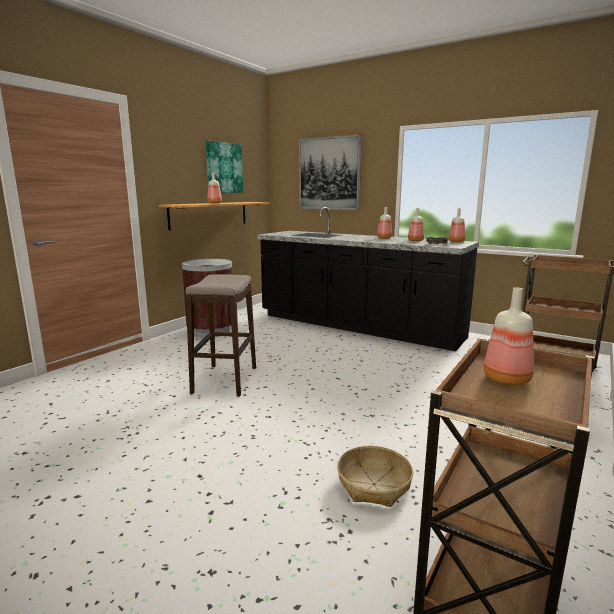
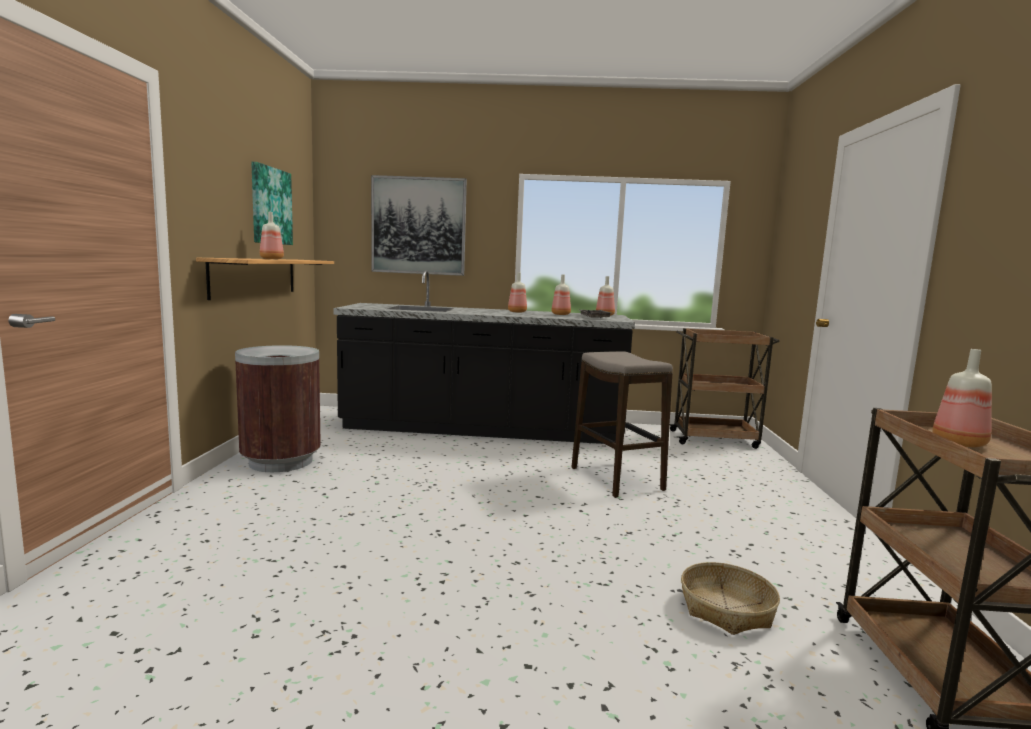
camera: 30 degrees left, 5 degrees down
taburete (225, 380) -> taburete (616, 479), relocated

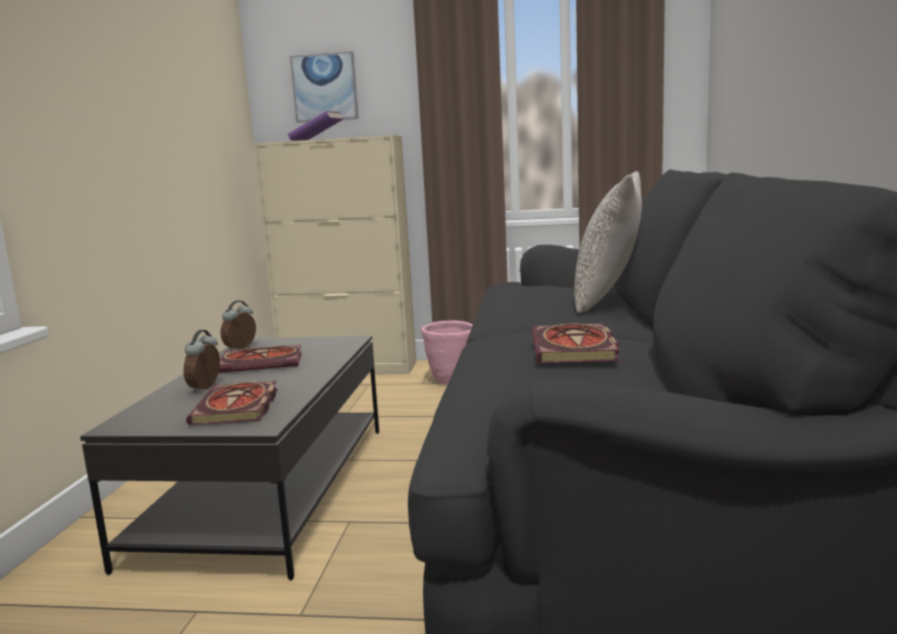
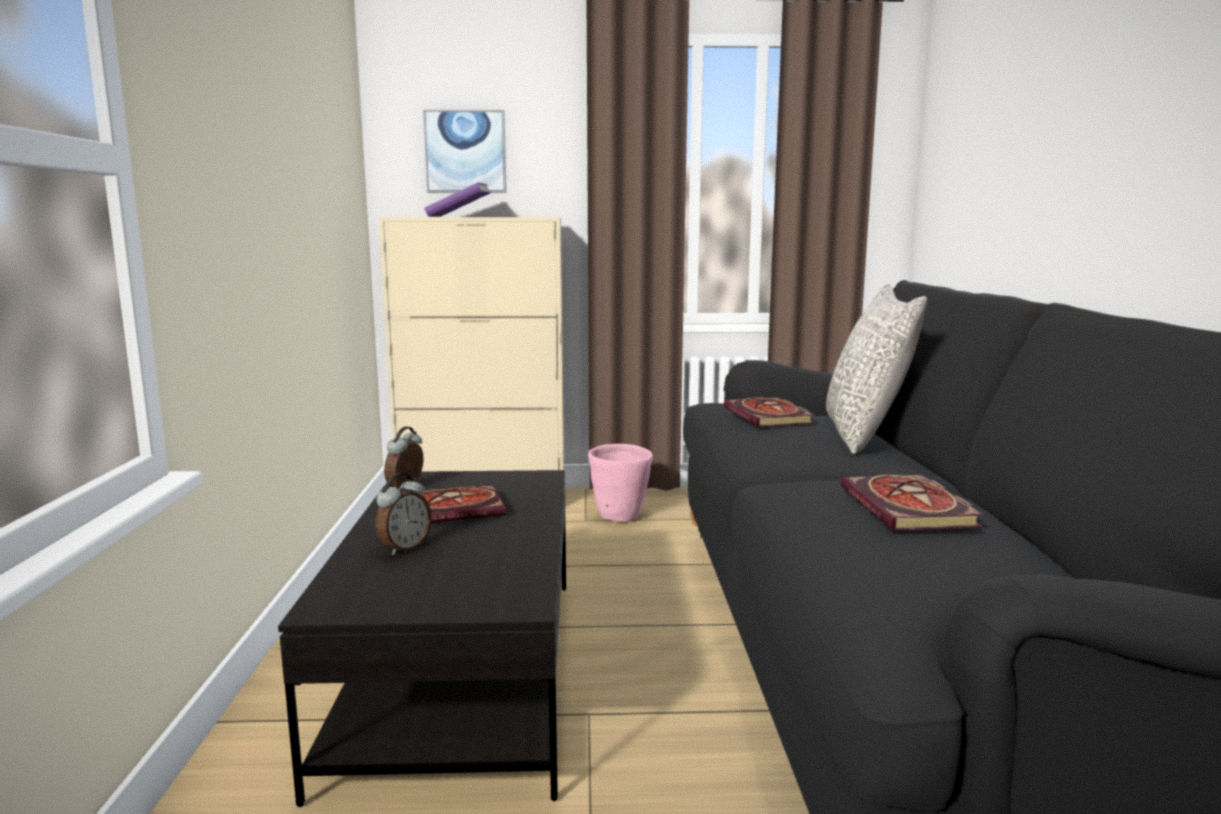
camera: 10 degrees left, 0 degrees up
despertador (206, 388) -> despertador (404, 548), 150 degrees counterclockwise
libro (237, 408) -> libro (770, 417), relocated

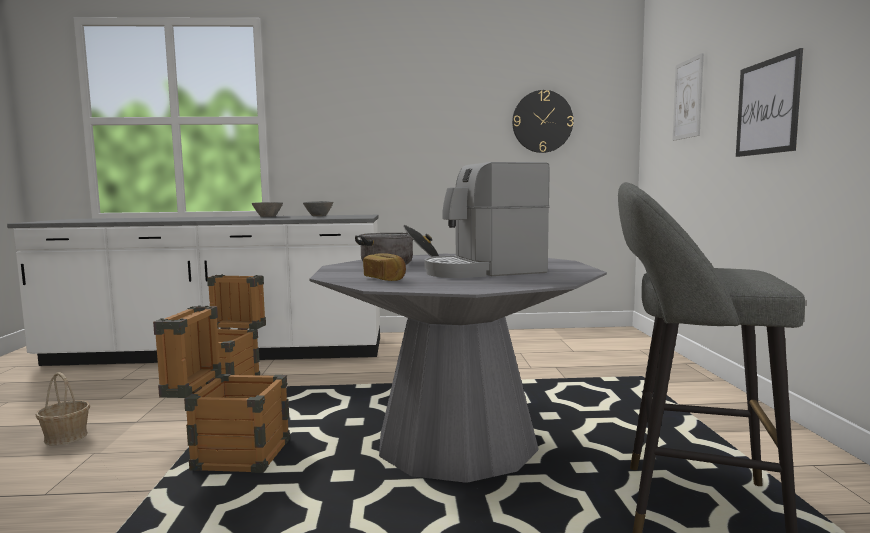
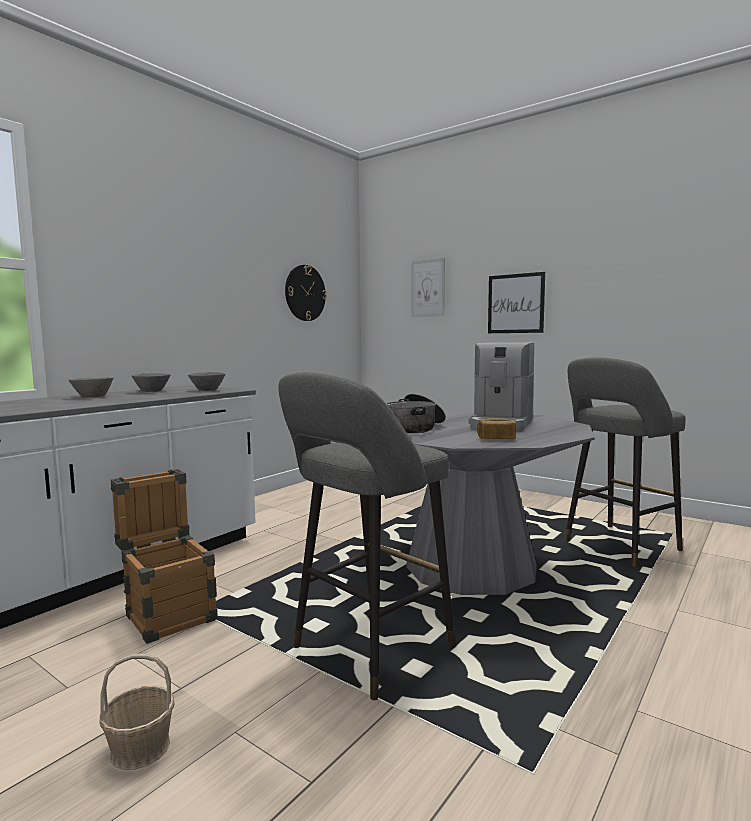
camera: 50 degrees left, 0 degrees up
caja de embalaje (230, 455) -> taburete (gris) (366, 651)
none -> cuenco (gris) (206, 390)

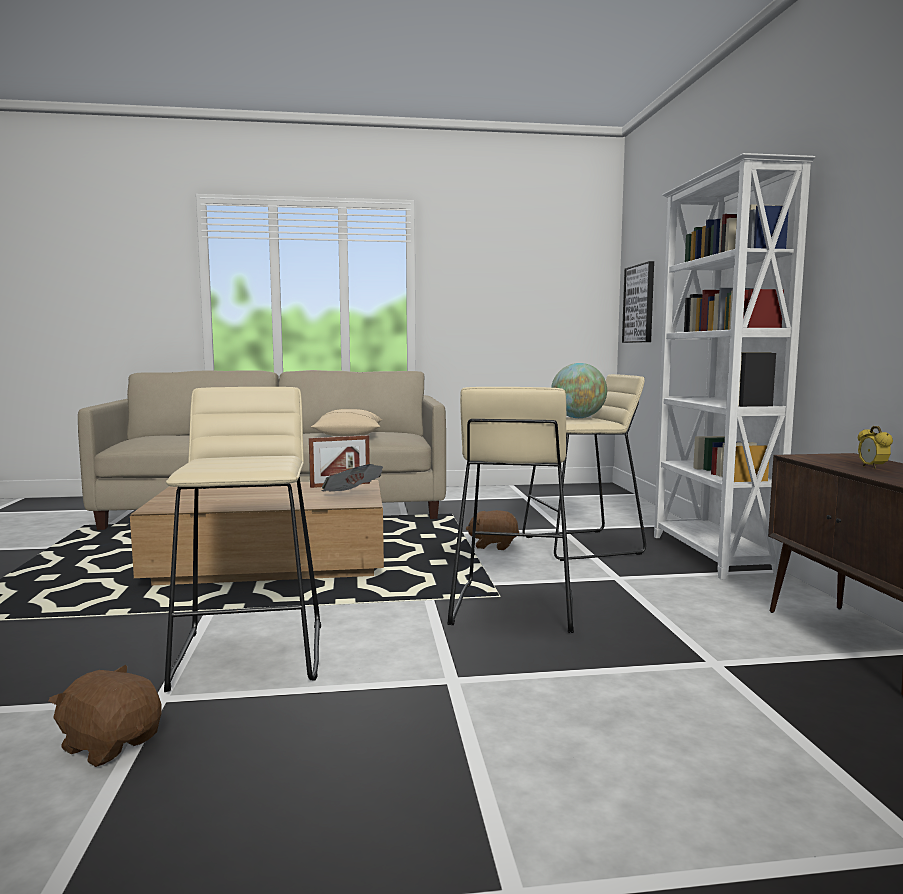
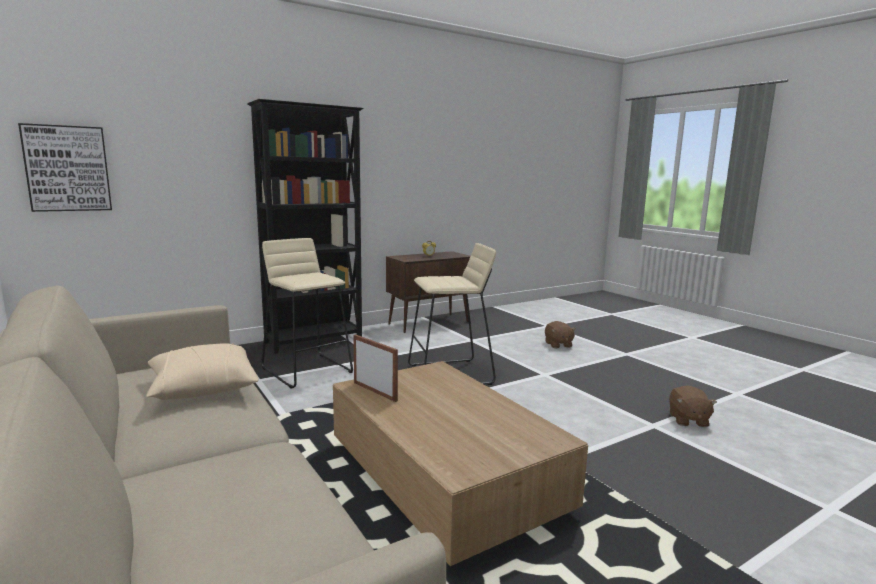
camera: 115 degrees left, 5 degrees up
taburete (beis) (251, 654) -> none
periódico (352, 496) -> none
peluche (marrón) (493, 545) -> peluche (marrón) (558, 345), relocated
globo terráqueo (578, 418) -> none
estantería (blanco) (711, 555) -> estantería (negro) (315, 341)

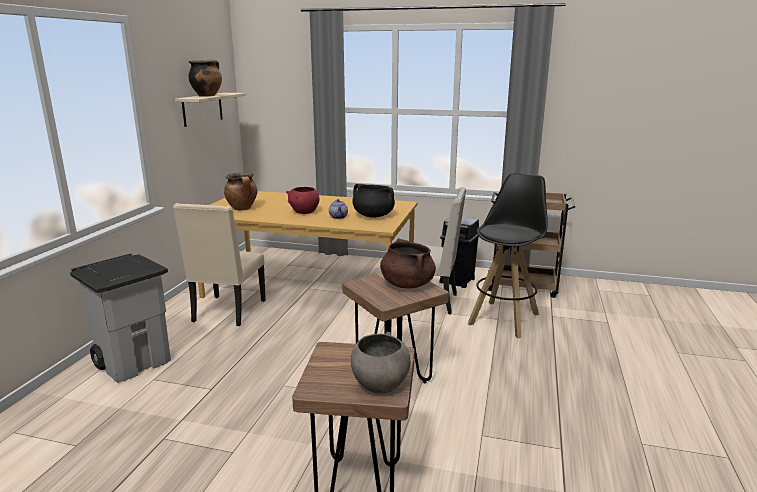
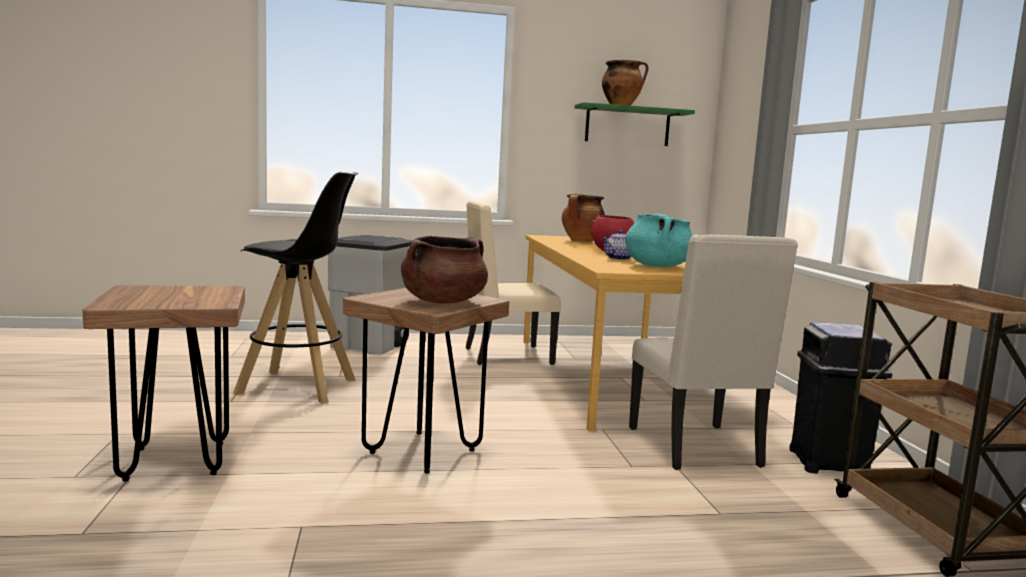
camera: 65 degrees right, 10 degrees down
estante (beis) (202, 109) -> estante (verde) (627, 126)
cuenco (gris) (380, 385) -> none
olla (negro) (373, 215) -> olla (turquesa) (657, 266)
taburete (negro) (504, 318) -> taburete (negro) (298, 387), relocated

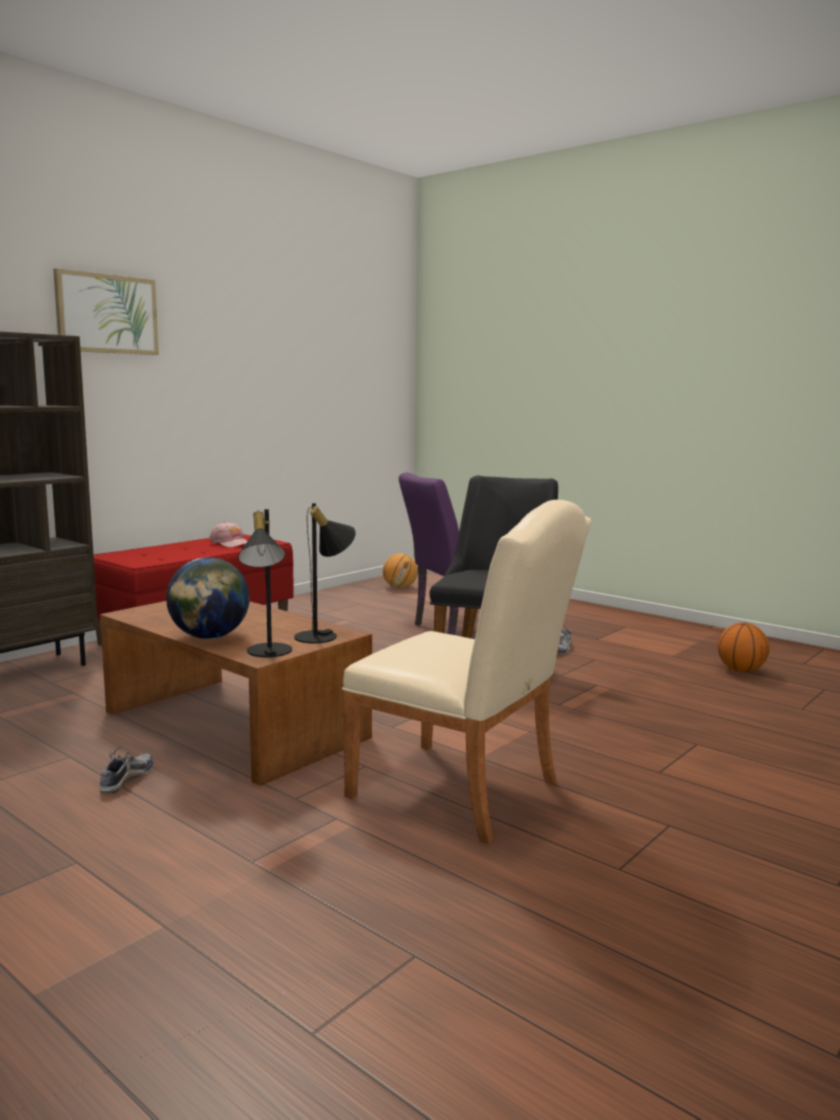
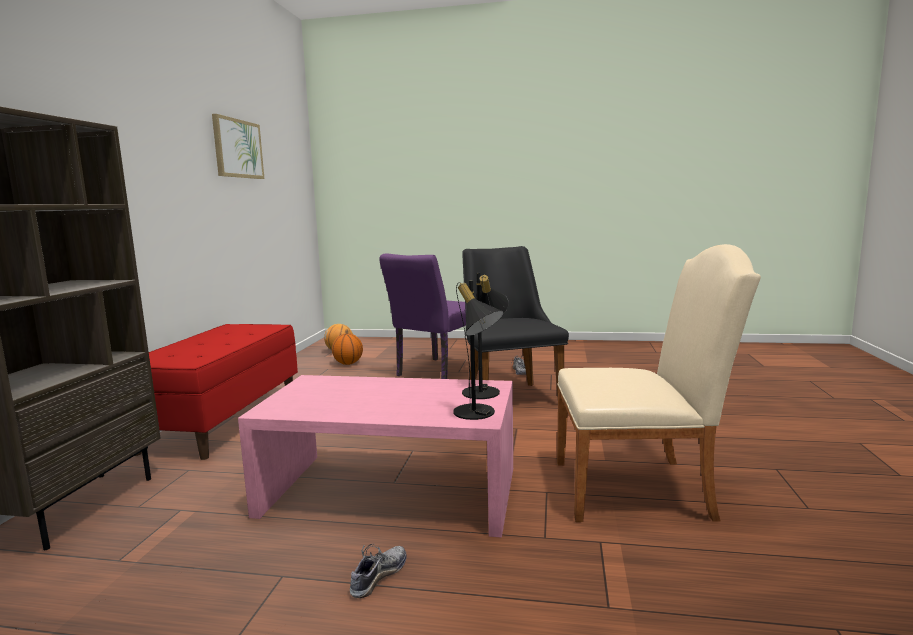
camera: 30 degrees left, 0 degrees up
cuadro (107, 314) -> cuadro (238, 149), relocated
zapato (126, 779) -> zapato (378, 577), 45 degrees clockwise
mesa de centro (marrón) (235, 724) -> mesa de centro (rosa) (391, 491)
globo terráqueo (209, 637) -> none
gorra (rosa) (231, 543) -> none
balón de baloncesto (740, 670) -> balón de baloncesto (348, 363), relocated

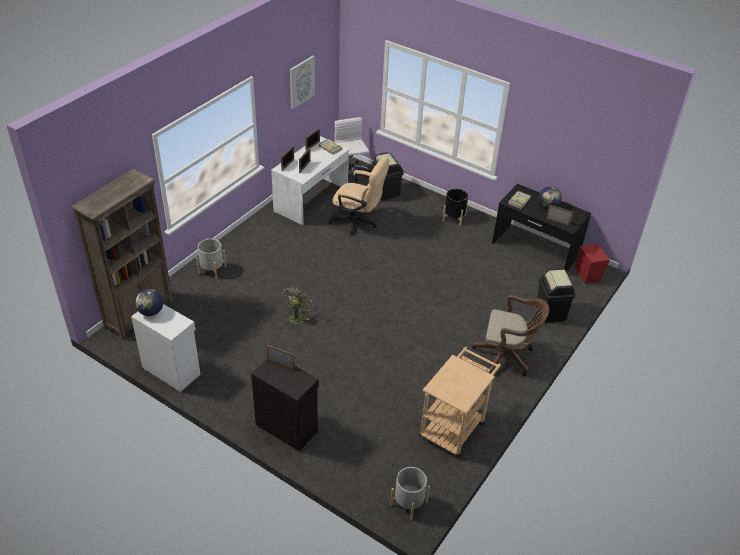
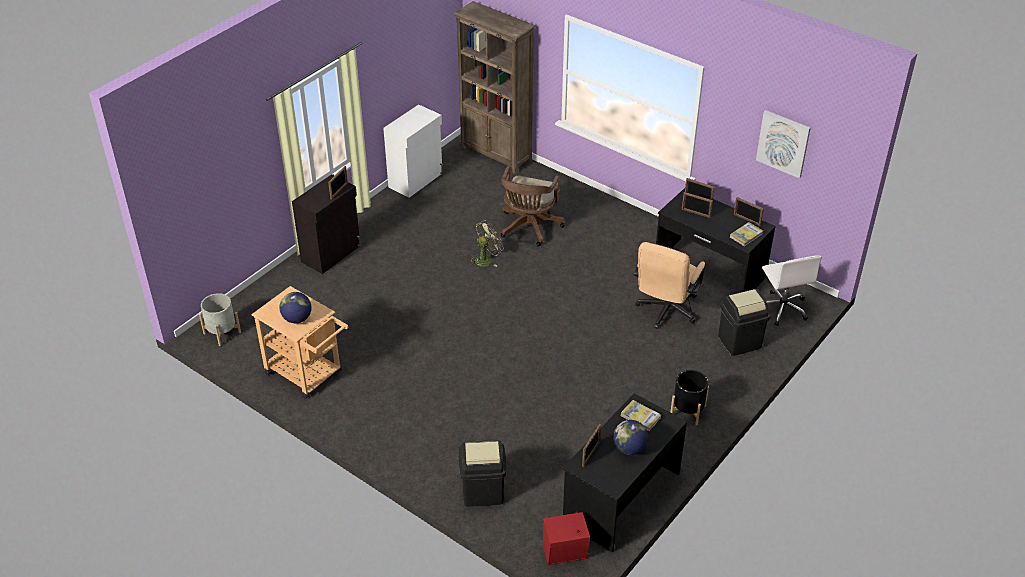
camera: 95 degrees right, 0 degrees up
globo terráqueo (151, 312) -> globo terráqueo (297, 319), relocated
maceta (gris) (212, 270) -> none
escritorio (blanco) (312, 200) -> escritorio (negro) (708, 271)
ventilador (verde) (296, 317) -> ventilador (verde) (486, 259), 60 degrees counterclockwise
silla de oficina (blanco) (351, 172) -> silla de oficina (blanco) (782, 308), 90 degrees clockwise
silla de oficina (marrón) (506, 357) -> silla de oficina (marrón) (529, 228), relocated

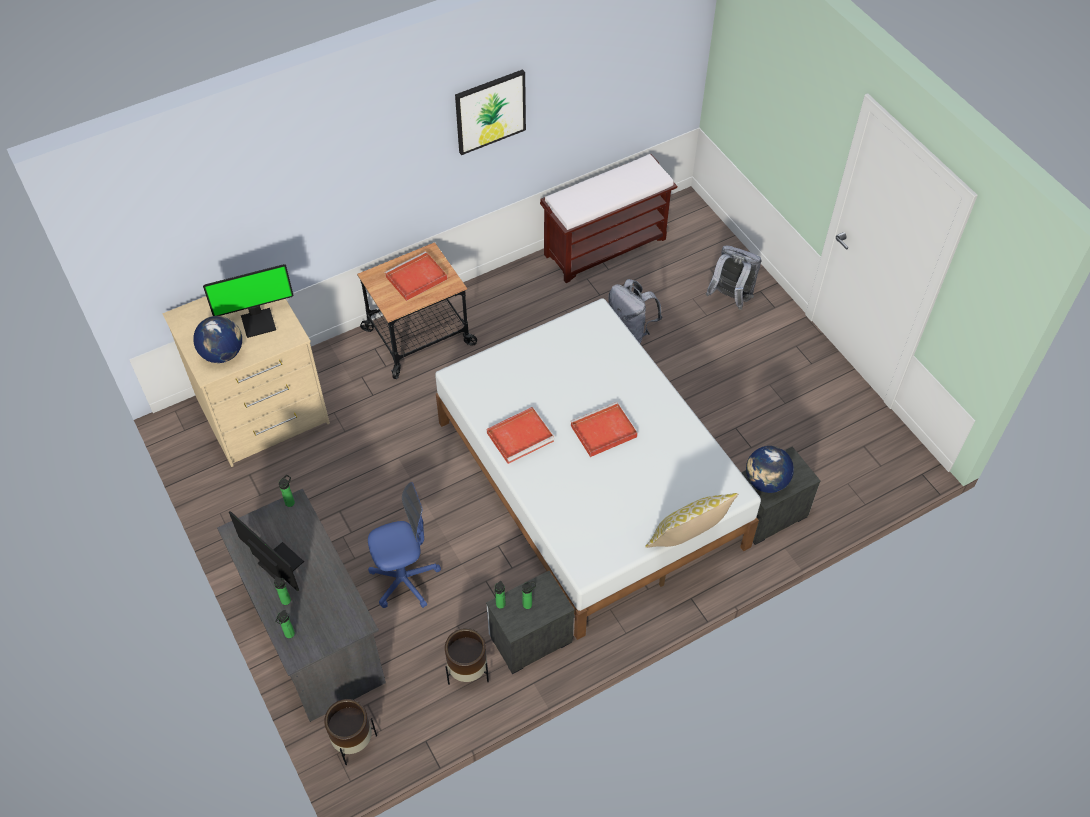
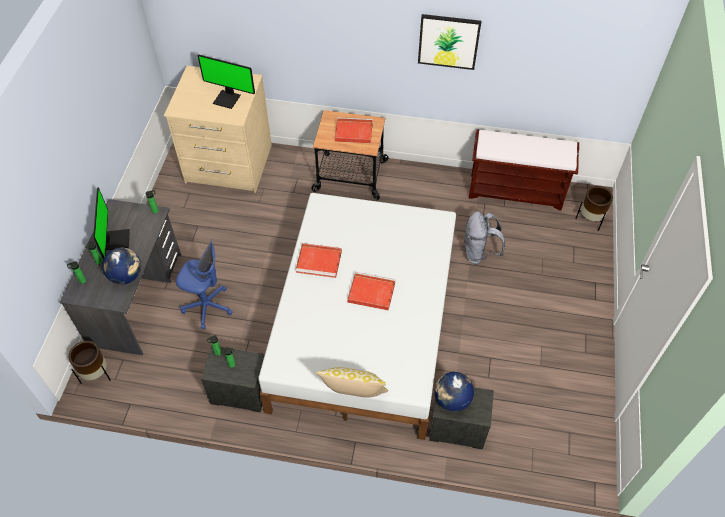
camera: 40 degrees right, 0 degrees up
globo terráqueo (223, 353) -> globo terráqueo (126, 276), relocated
maceta (marrón) (467, 672) -> maceta (marrón) (590, 219), relocated
mochila (gris) (730, 298) -> none

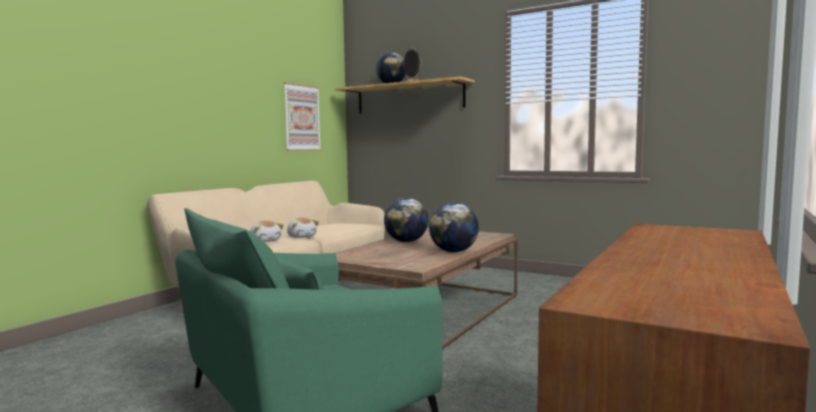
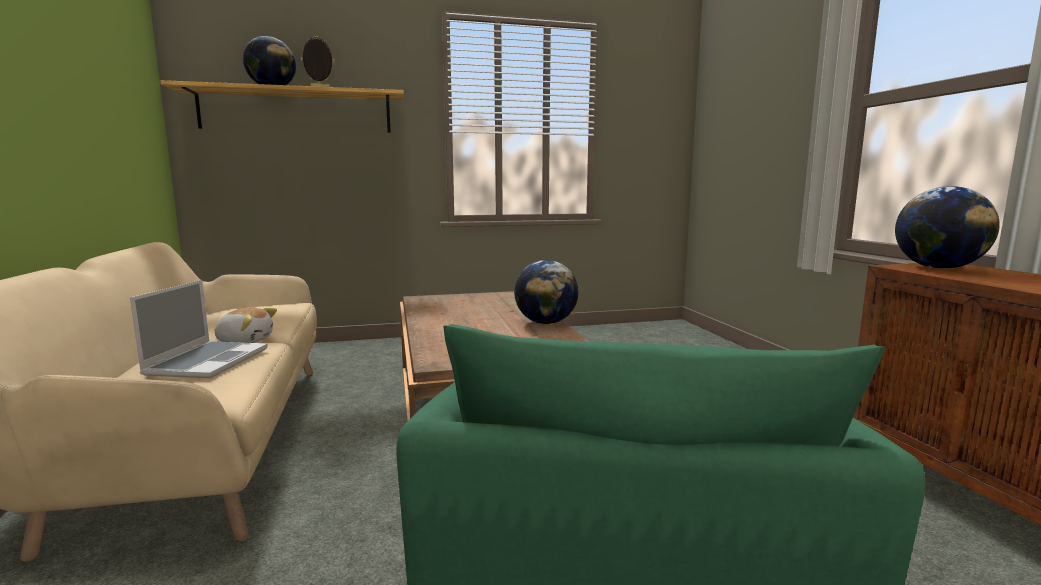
camera: 45 degrees left, 5 degrees up
peluche (265, 241) -> portátil (208, 361)
cuadro (302, 117) -> none
globo terráqueo (406, 242) -> globo terráqueo (938, 268), relocated

